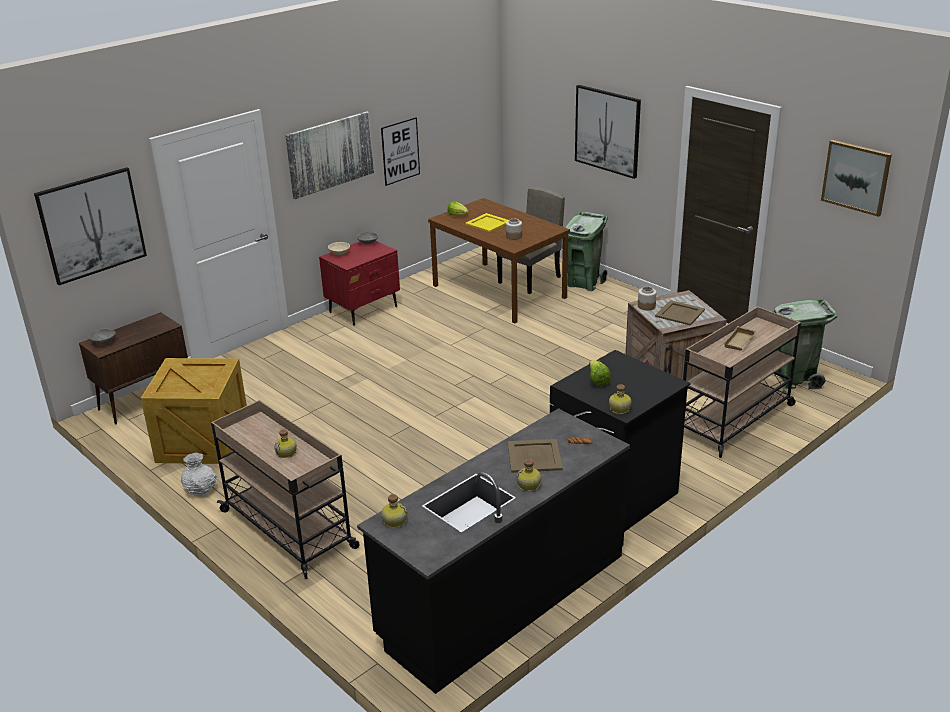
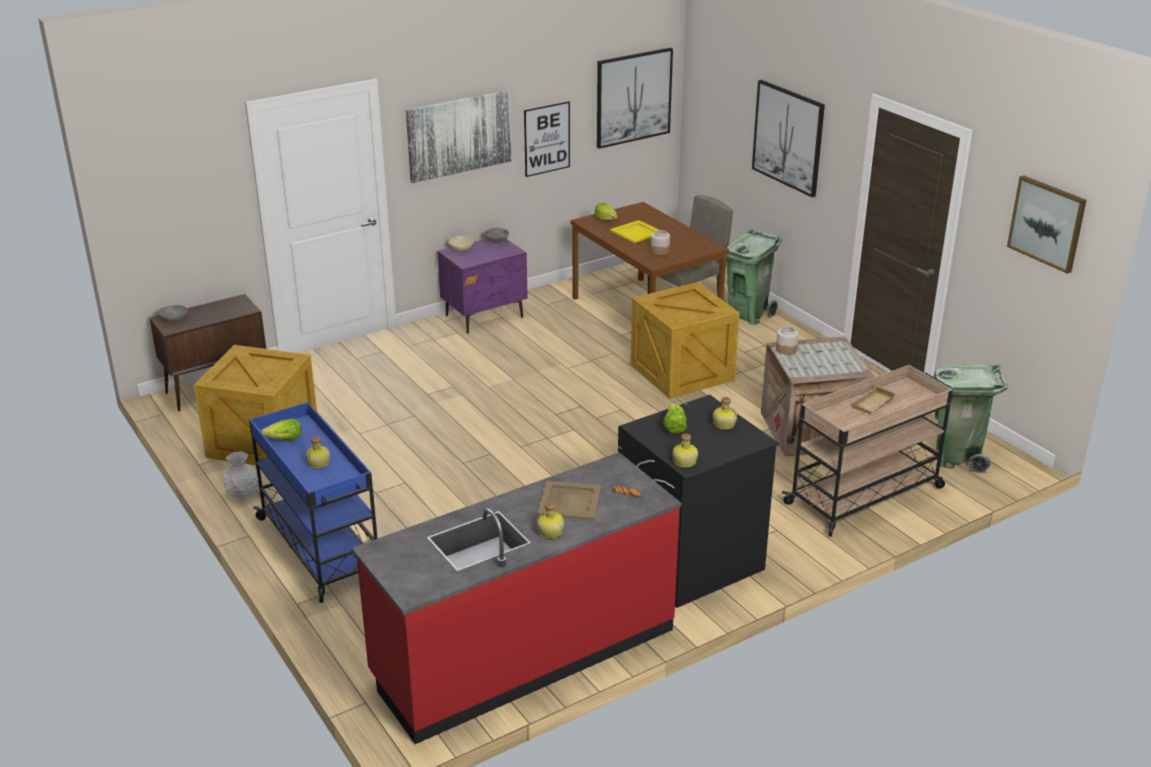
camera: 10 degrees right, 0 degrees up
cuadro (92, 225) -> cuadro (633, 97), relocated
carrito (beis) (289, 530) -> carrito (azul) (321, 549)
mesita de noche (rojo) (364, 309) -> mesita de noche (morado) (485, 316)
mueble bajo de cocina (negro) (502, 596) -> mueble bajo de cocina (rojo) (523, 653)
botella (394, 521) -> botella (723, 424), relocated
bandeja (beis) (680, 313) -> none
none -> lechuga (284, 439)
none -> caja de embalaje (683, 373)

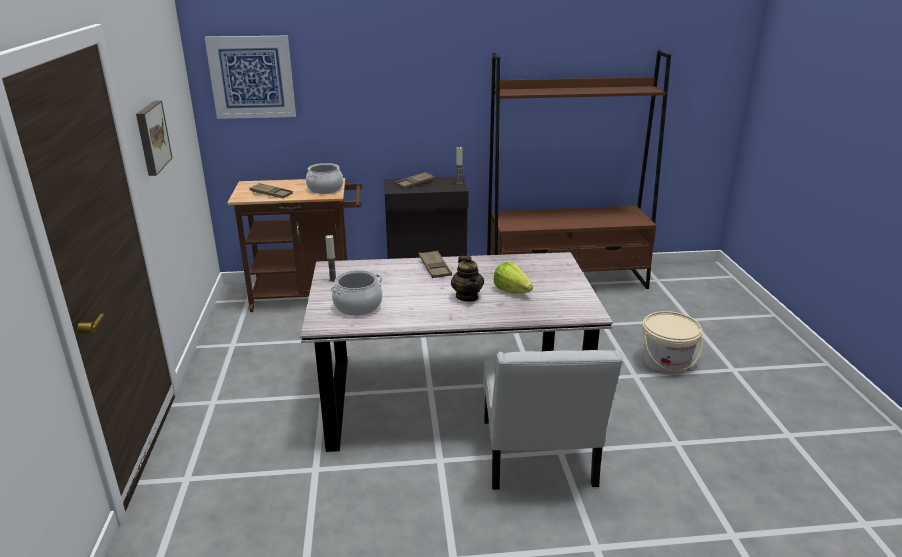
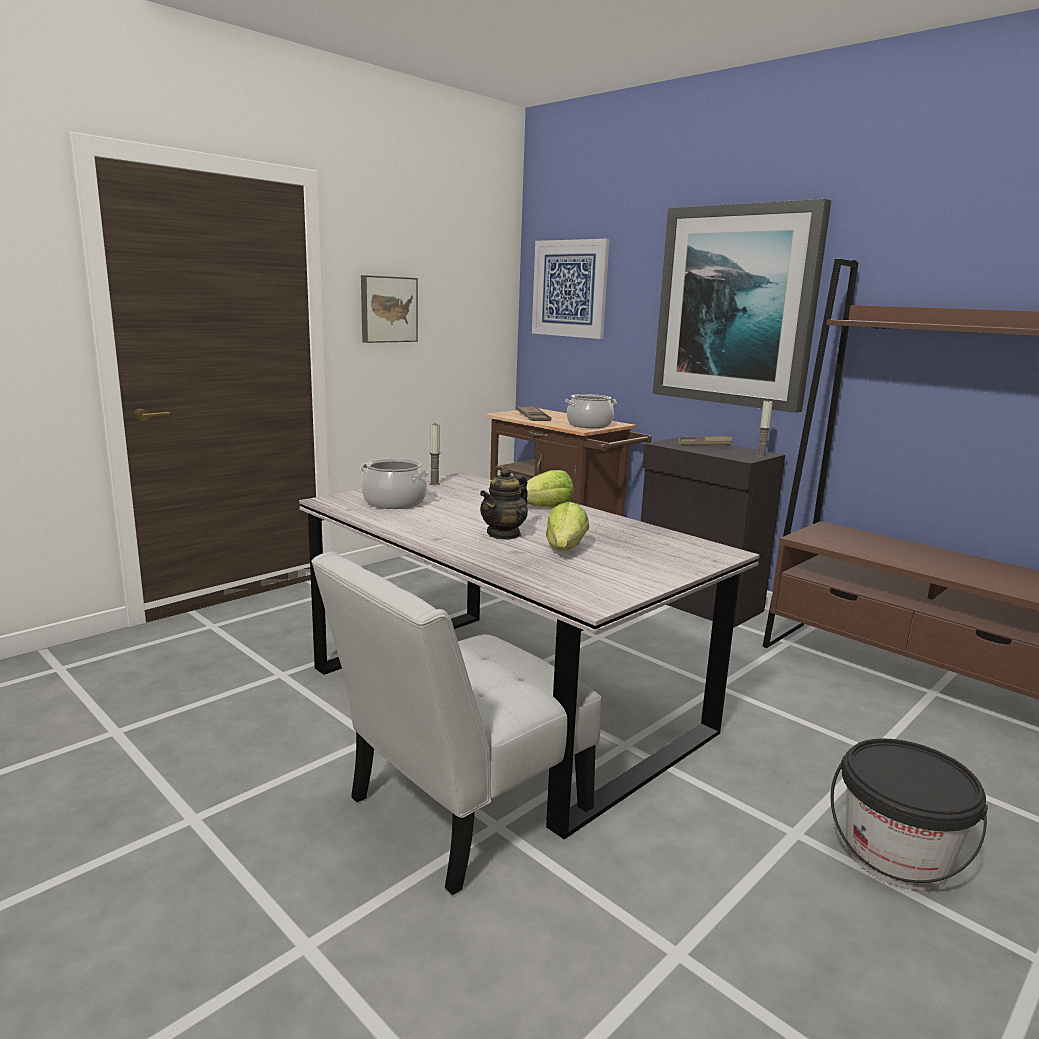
camera: 50 degrees right, 10 degrees down
bandeja (marrón) (435, 267) -> lechuga (547, 508)
cubo (beis) (666, 362) -> cubo (negro) (896, 856)
none -> cuadro (736, 306)

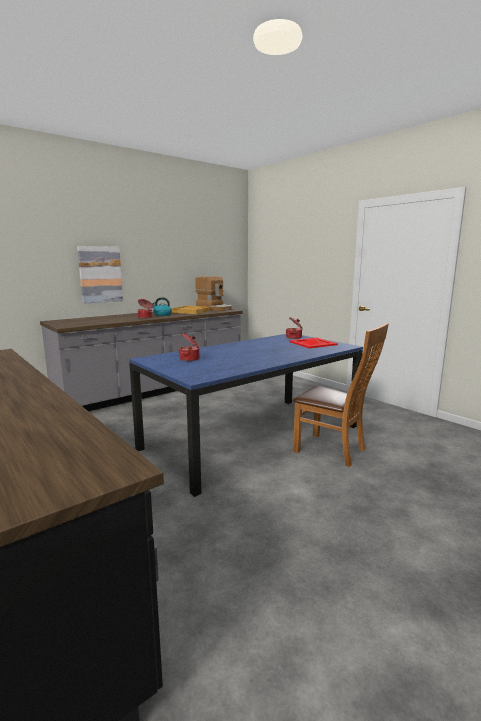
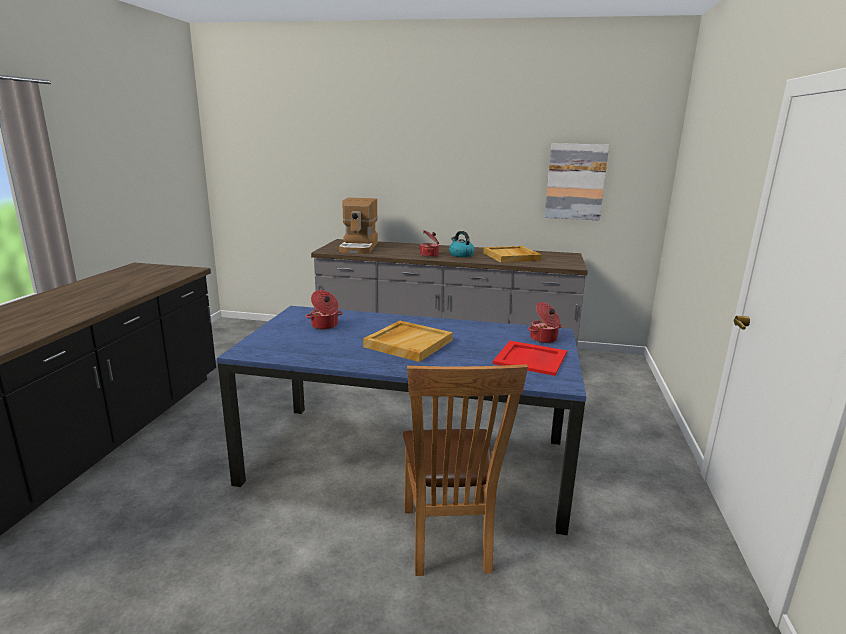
camera: 50 degrees right, 5 degrees up
cuadro (100, 274) -> cuadro (575, 182), relocated
cafetera (214, 308) -> cafetera (359, 247), relocated
none -> bandeja (beis) (408, 343)

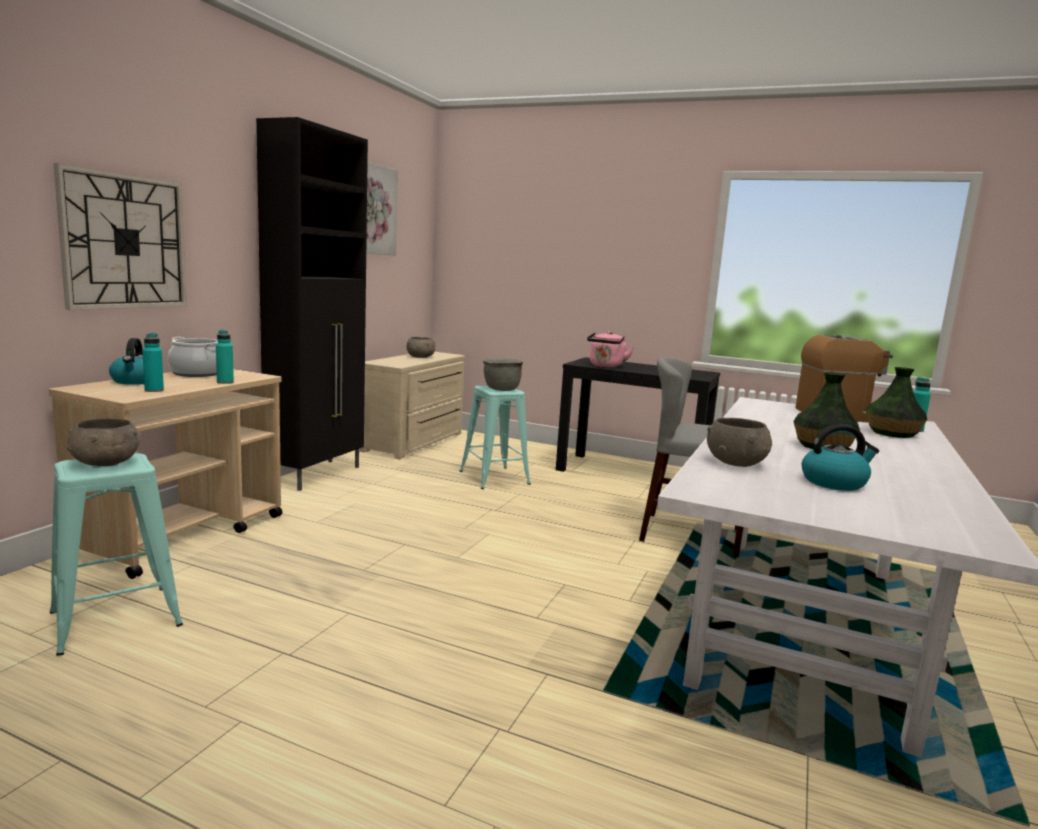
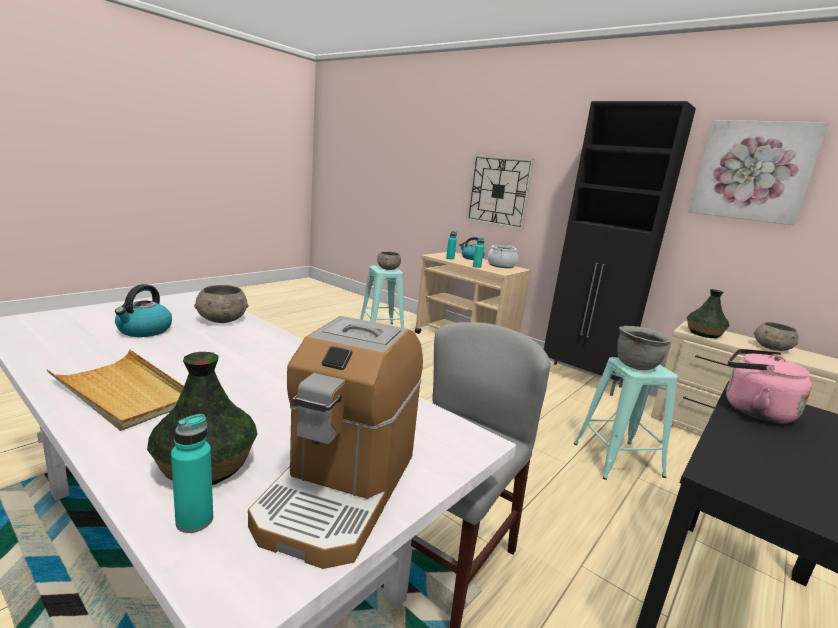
camera: 105 degrees right, 5 degrees up
florero (821, 446) -> florero (704, 333), relocated
none -> bandeja (beis) (124, 393)

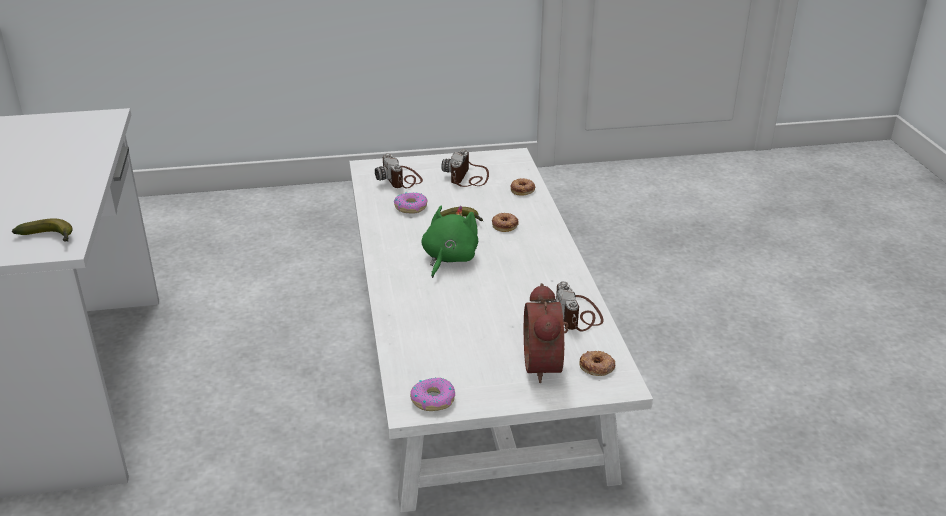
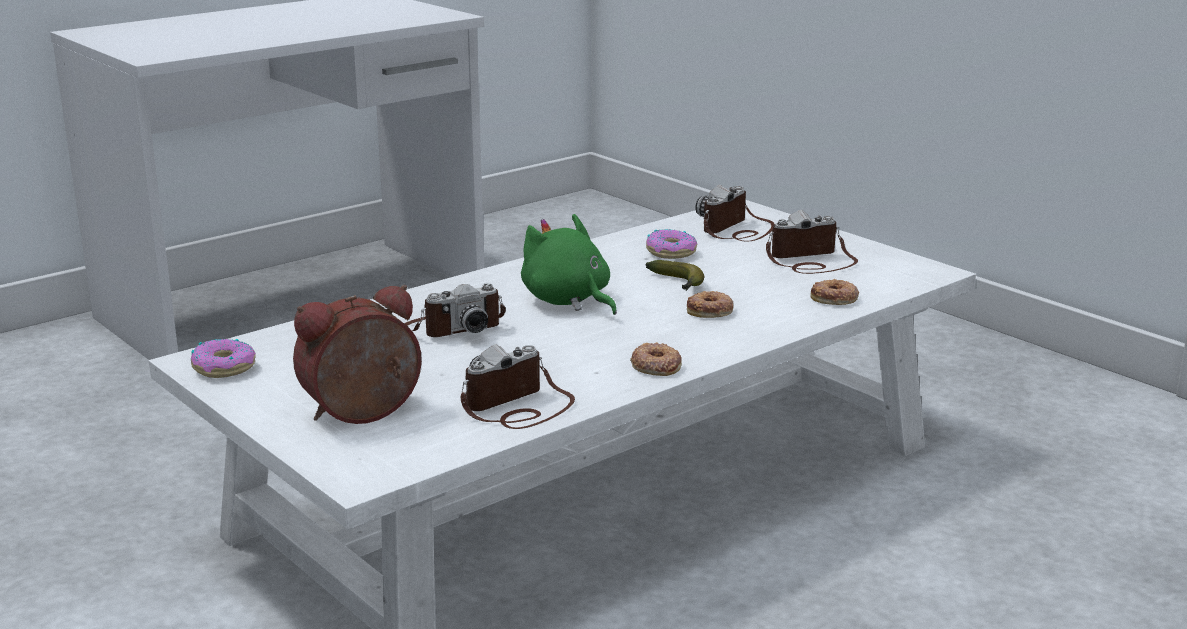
camera: 60 degrees right, 10 degrees down
plátano (50, 238) -> none
peluche (verde) (448, 258) -> peluche (verde) (568, 301), 120 degrees counterclockwise
rosquilla (597, 367) -> rosquilla (655, 366), relocated
none -> cámara (454, 327)

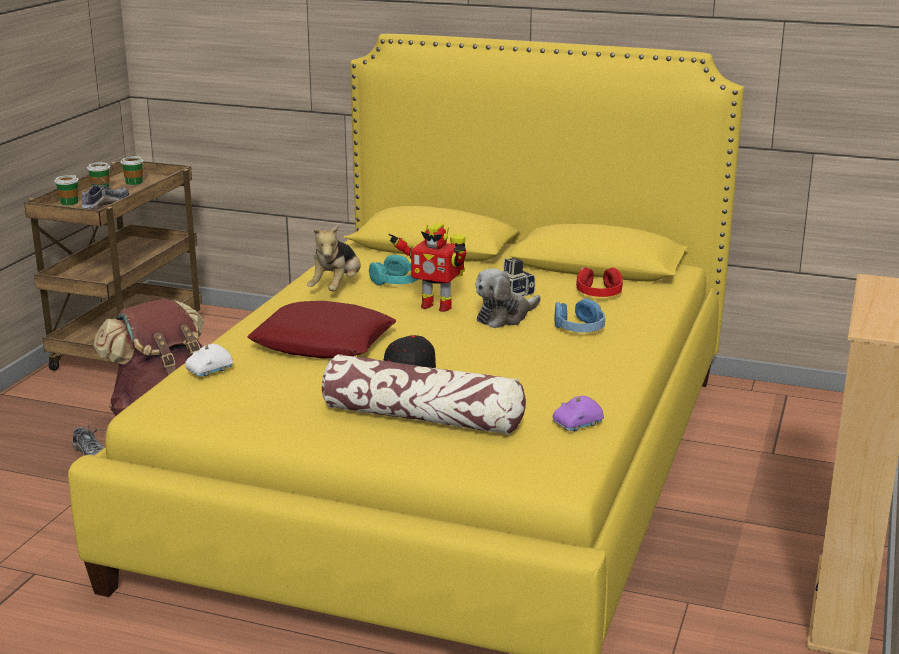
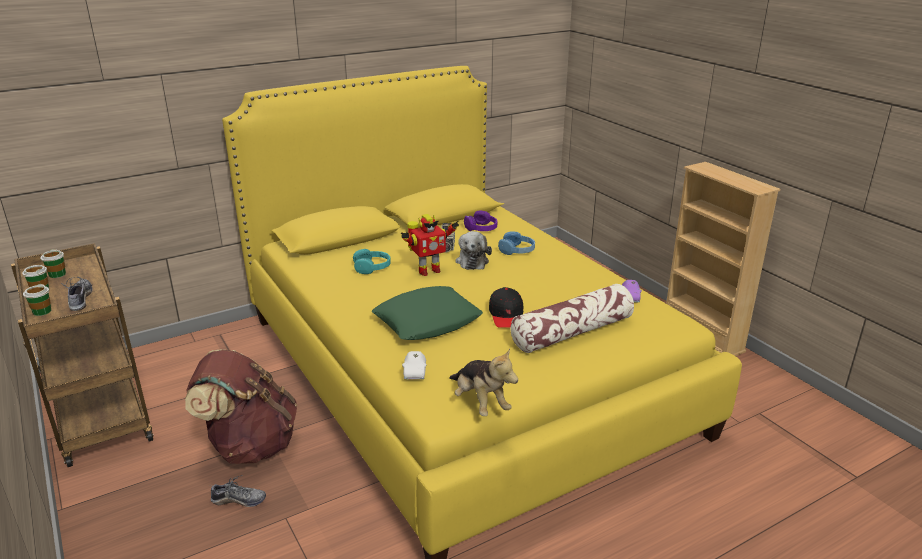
camera: 50 degrees left, 5 degrees up
cojín (rojo) (323, 342) -> cojín (verde) (427, 321)
peluche (337, 288) -> peluche (480, 403), relocated
auriculares (rojo) (599, 293) -> auriculares (morado) (481, 228)

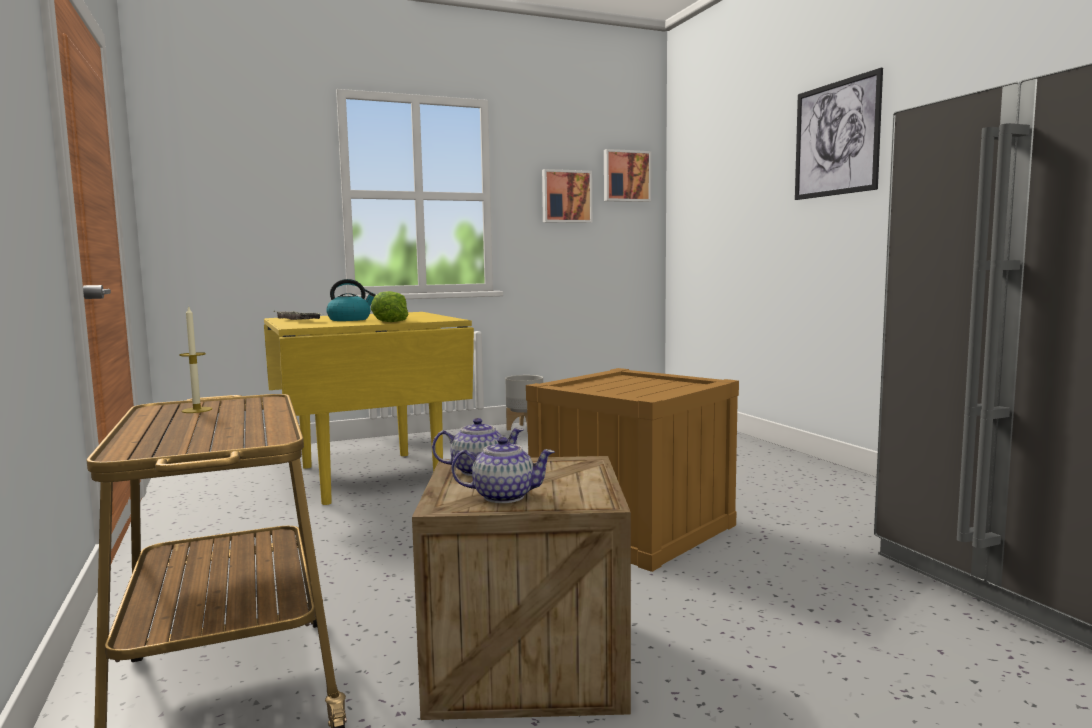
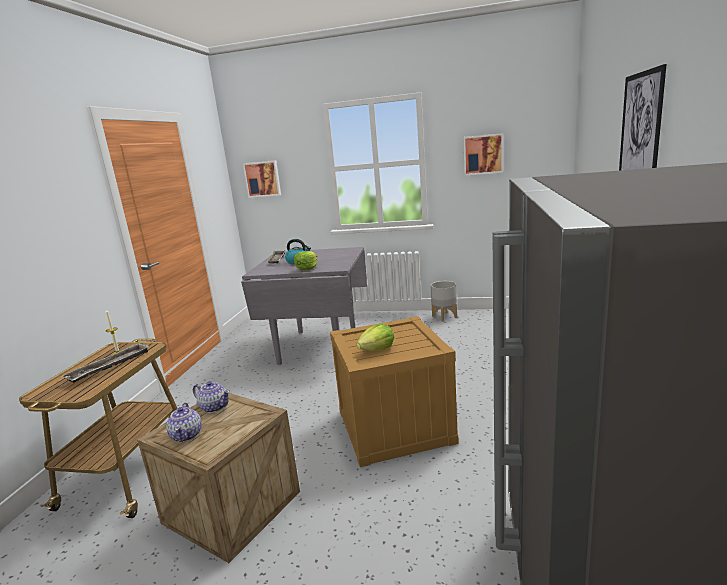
camera: 35 degrees right, 10 degrees up
mesa de comedor (amarillo) (371, 476) -> mesa de comedor (gris) (319, 346)
tetera (503, 496) -> tetera (187, 435), 45 degrees clockwise
cuadro (626, 176) -> cuadro (262, 179), relocated
none -> bandeja (109, 366)
none -> lechuga (377, 349)

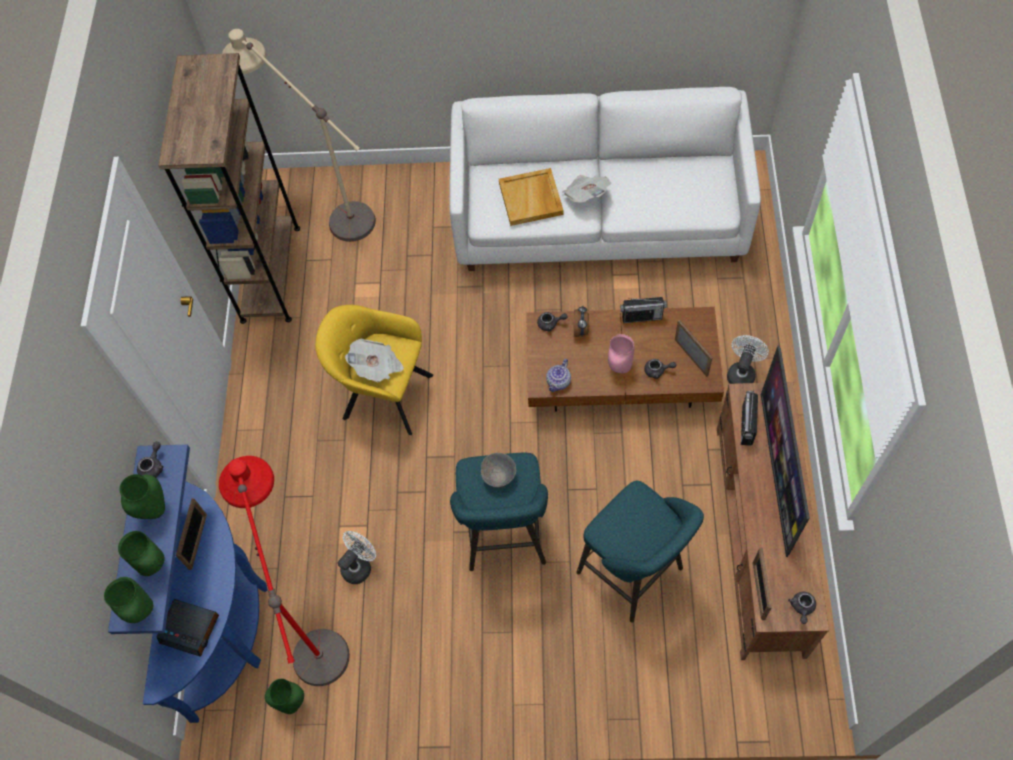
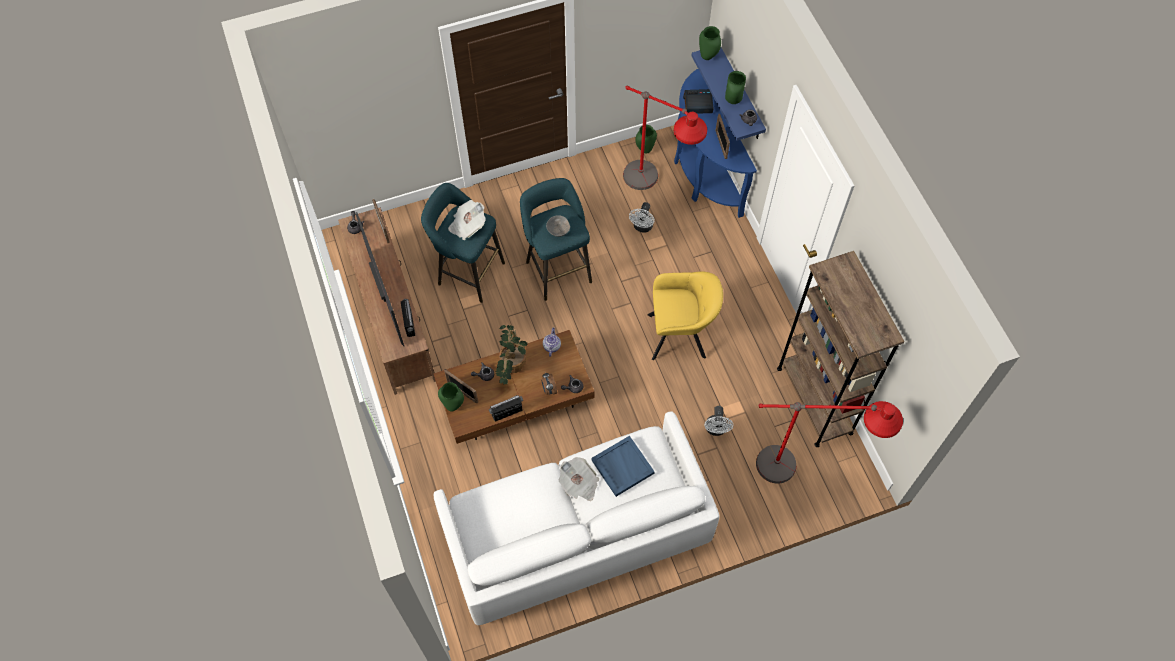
camera: 155 degrees right, 0 degrees up
florero (verde) (154, 565) -> florero (verde) (453, 406), relocated
lámpara de pie (beis) (326, 207) -> lámpara de pie (rojo) (804, 471)
periódico (377, 367) -> periódico (467, 225), relocated
bandeja (beis) (531, 199) -> bandeja (azul) (622, 466)
florero (rosa) (620, 368) -> planta en maceta (511, 369)
ventilador (blanco) (742, 372) -> ventilador (blanco) (716, 430), relocated

